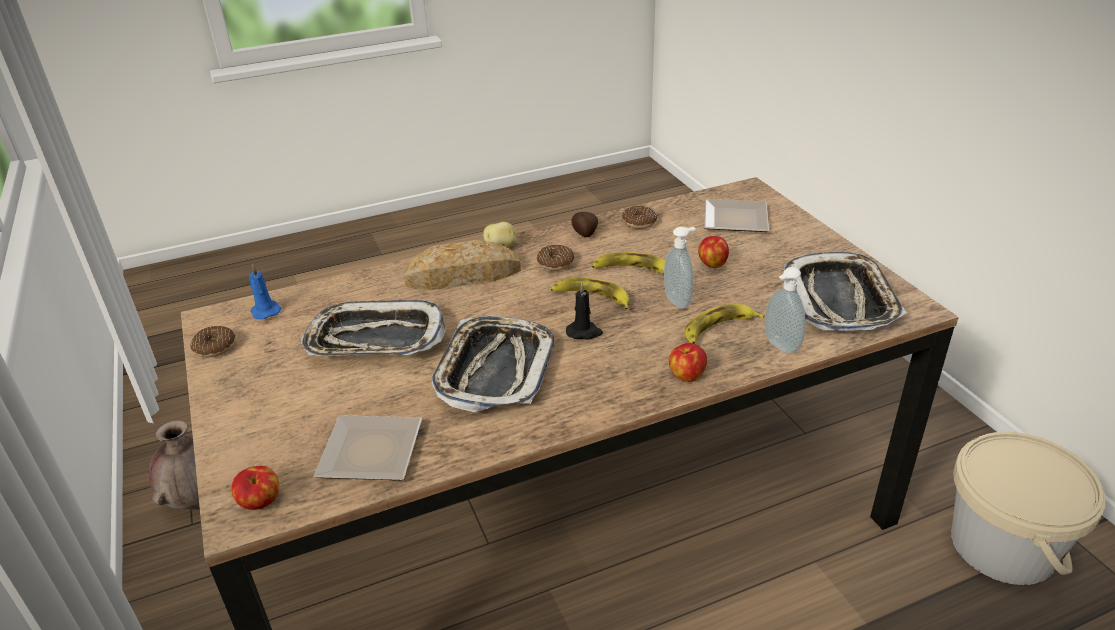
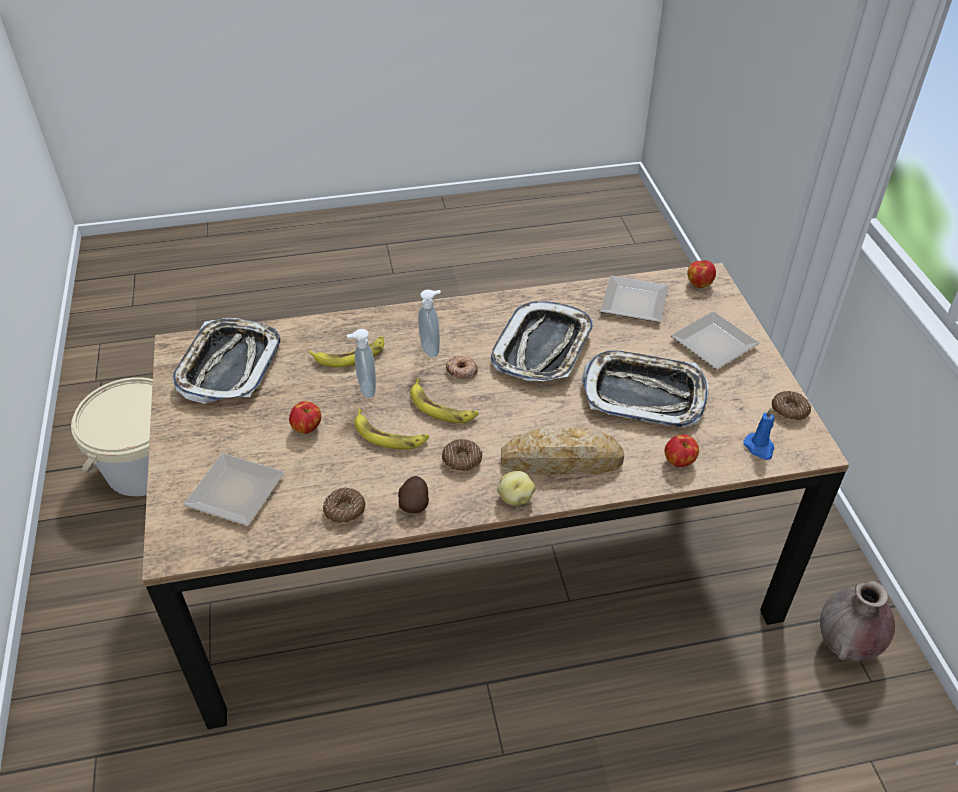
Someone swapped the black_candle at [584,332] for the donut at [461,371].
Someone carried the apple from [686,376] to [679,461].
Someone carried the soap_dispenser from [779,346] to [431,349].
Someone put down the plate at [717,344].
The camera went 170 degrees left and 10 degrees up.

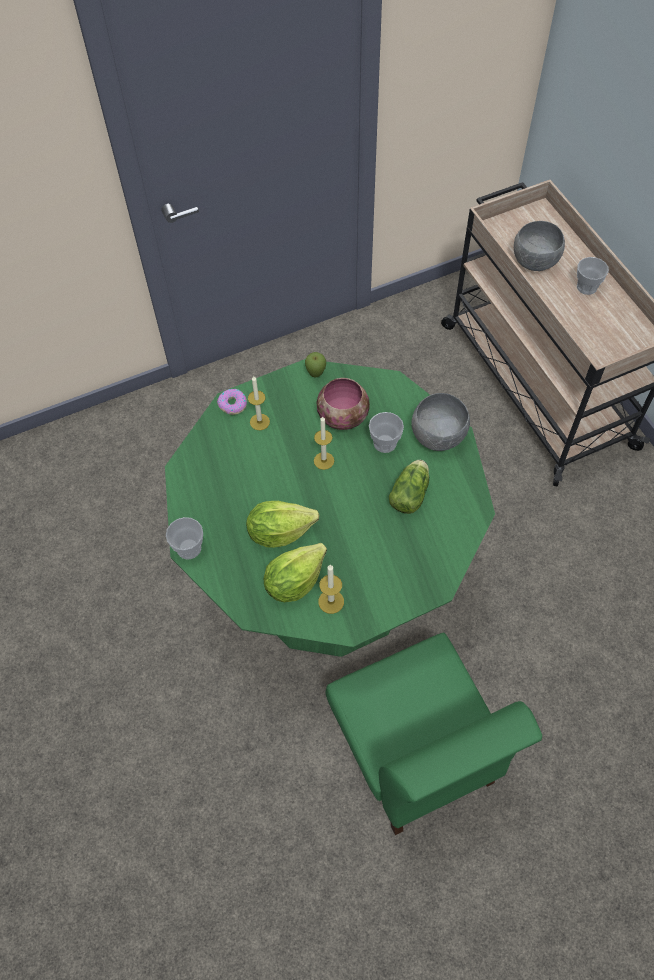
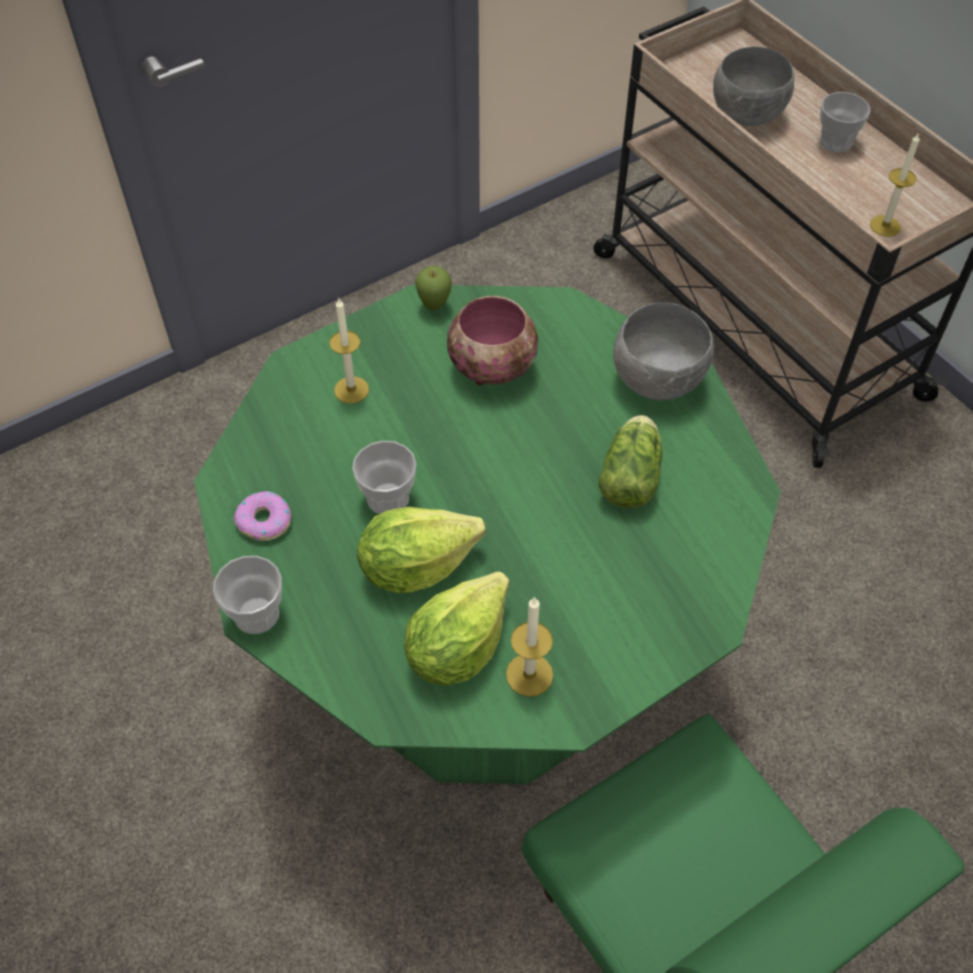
Someone carried the donut from [232,404] to [264,521].
Someone carried the candle from [324,460] to [885,226].
Someone carried the cup from [385,443] to [388,498].
The camera went 10 degrees left and 5 degrees down.

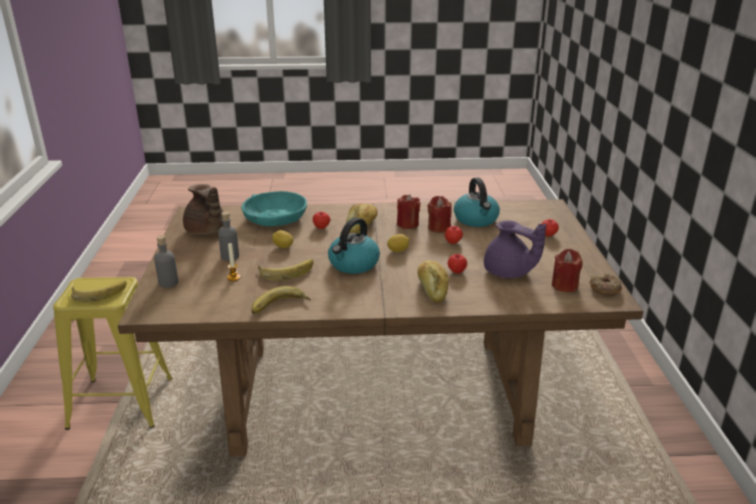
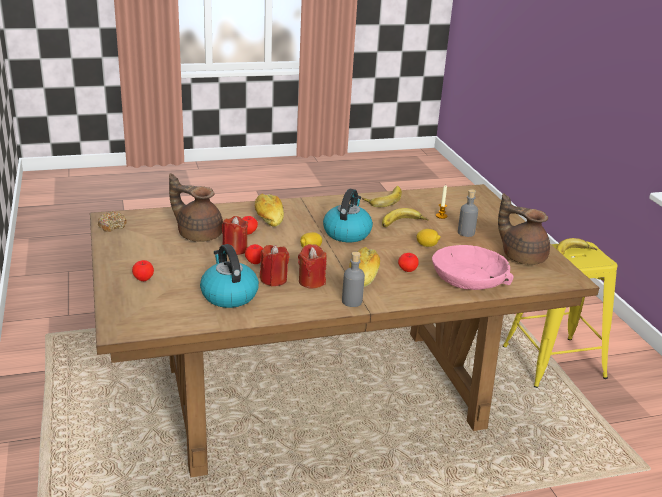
Someone carried the grey_bottle from [168,283] to [352,301].
Someone repainted the turquoise_bowl at [275,218], which became the pink_bowl at [469,278].
Someone repainted the purple_teapot at [508,273], which became the brown_teapot at [198,234].
Someone carried the red_candle from [564,285] to [234,249].
The camera went 165 degrees right and 0 degrees up.

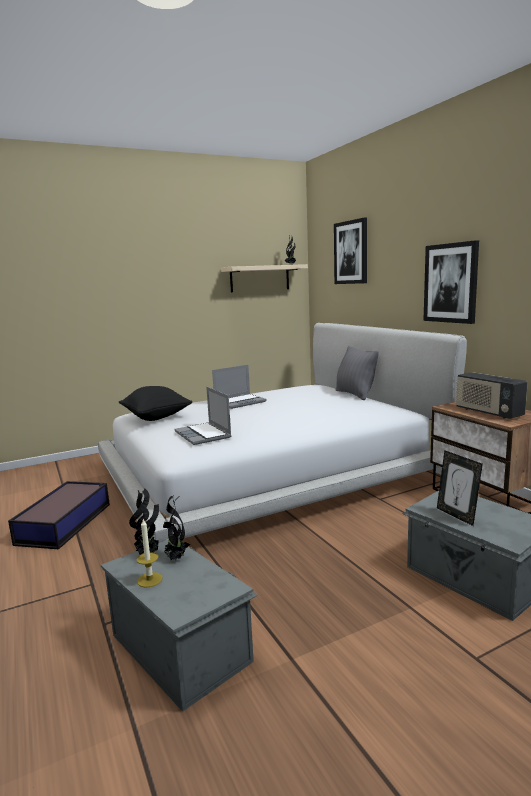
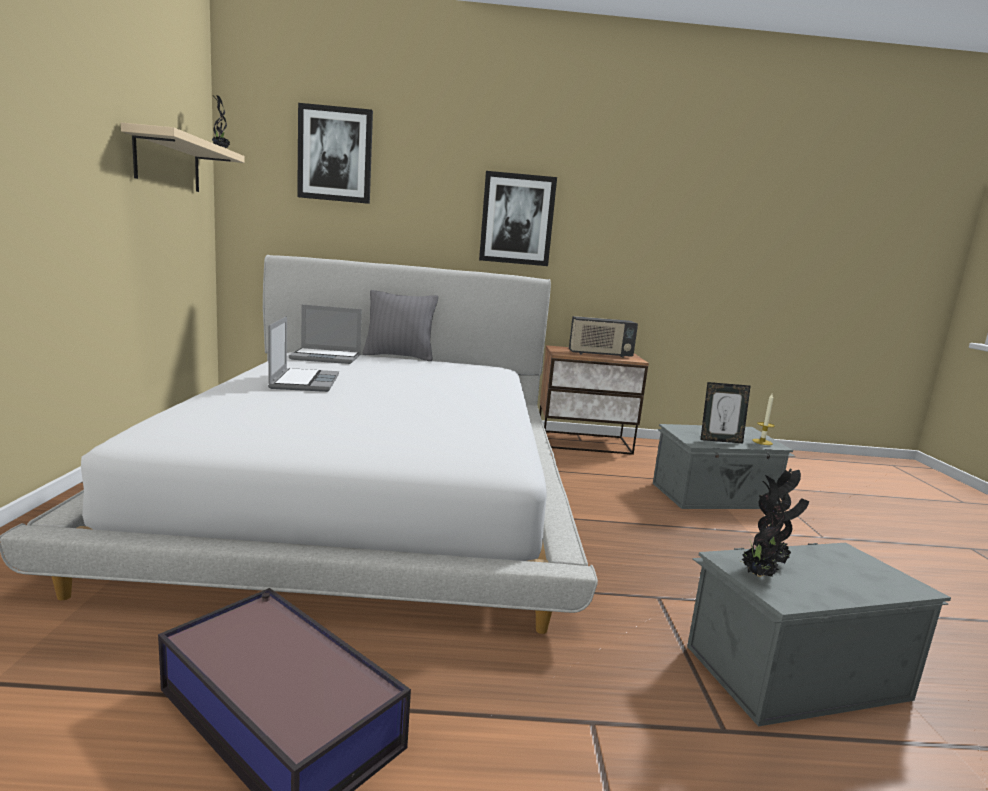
Someone took away the black_pillow at [156,417].
Someone carried the candle from [149,579] to [762,442].
Someone carried the laptop from [204,435] to [327,357].
The camera went 65 degrees left and 0 degrees up.

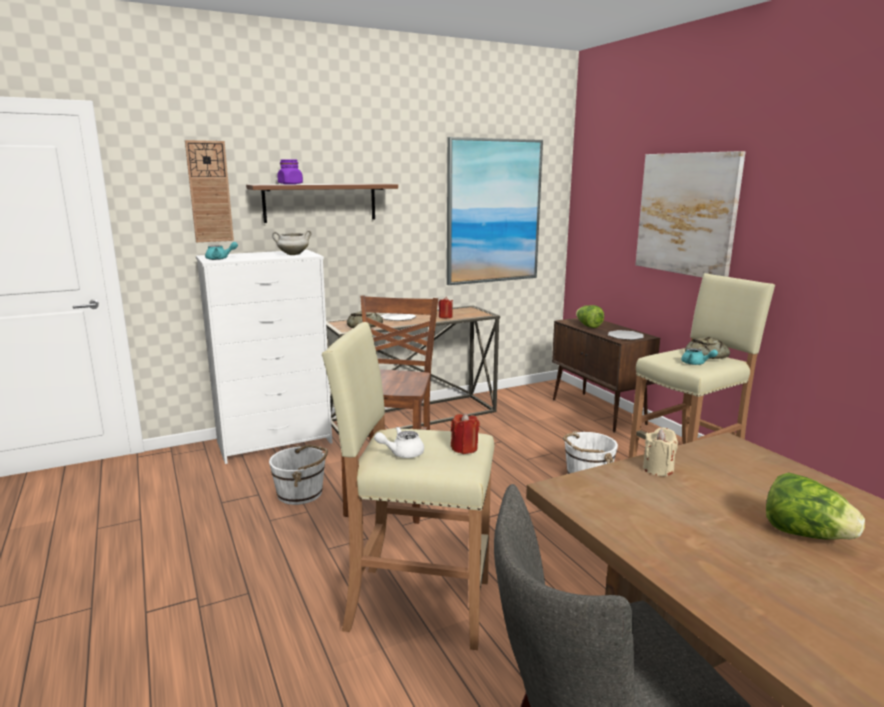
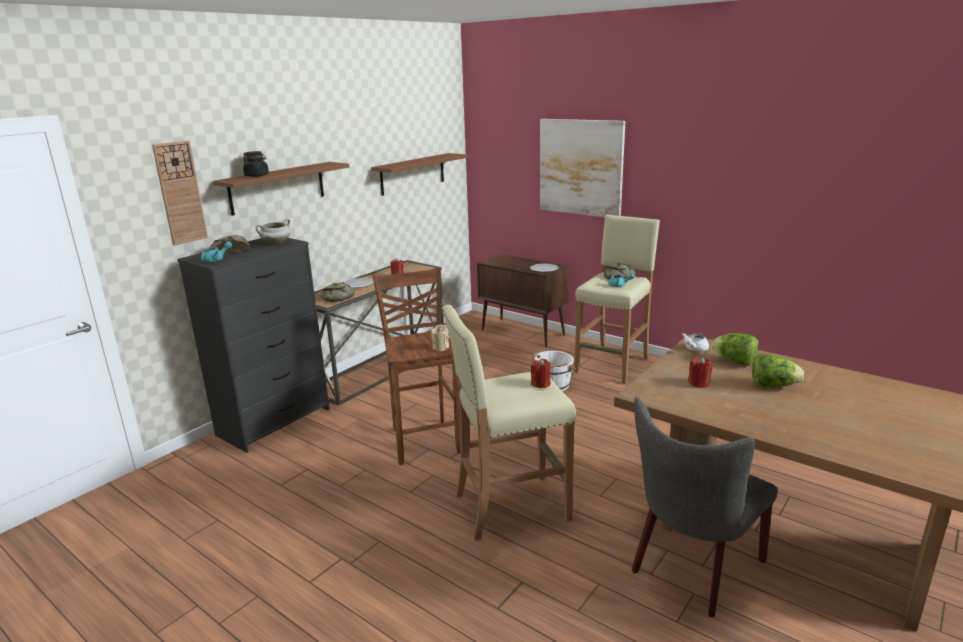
Someone repainted the white_dresser at [275,442], which became the black_dresser at [275,421].
Someone took away the white_bucket at [301,493].
Someone repainted the purple_jar at [290,184], which became the black_jar at [257,175].
Someone carried the white_teapot from [402,453] to [694,349].
Someone swapped the picture at [493,211] for the brown_shelf at [413,174].
Someone carried the lettuce from [588,326] to [734,361].
Someone carried the beige_candle from [658,469] to [440,348].
Someone put down the bread at [229,251].
Someone put down the red_candle at [699,383].
The camera went 25 degrees left and 5 degrees up.

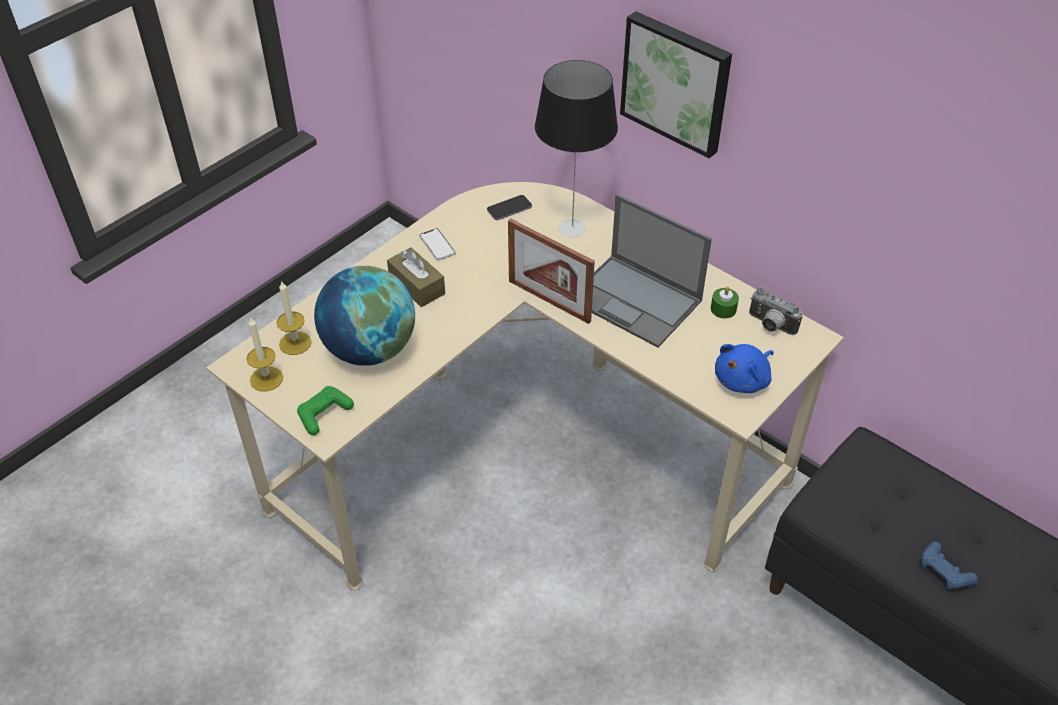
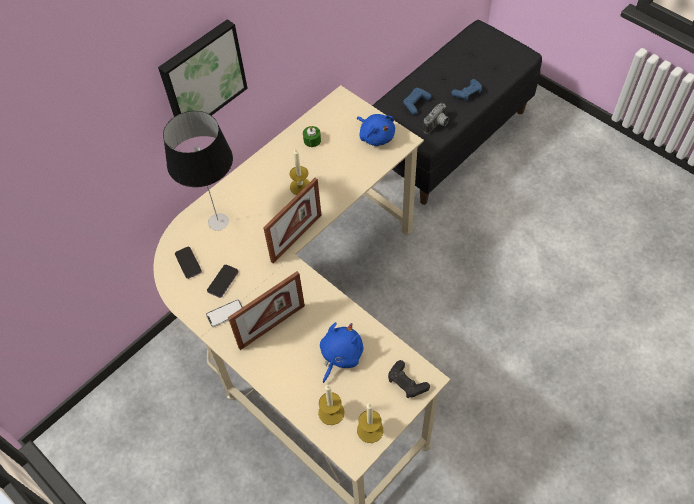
Someone repainted the green_game_controller at [324,414], which became the black_game_controller at [407,383].
Someone swapped the globe at [370,349] for the blue_plush_toy at [340,356].
Someone swapped the brown_tissue_box at [417,285] for the picture_frame at [272,326].
Someone swapped the laptop at [636,301] for the candle at [300,186].
Someone carried the photo_camera from [770,326] to [437,125].
Someone put down the phone at [223,281].
Someone put down the blue_game_controller at [416,103].
The camera went 85 degrees left and 10 degrees up.

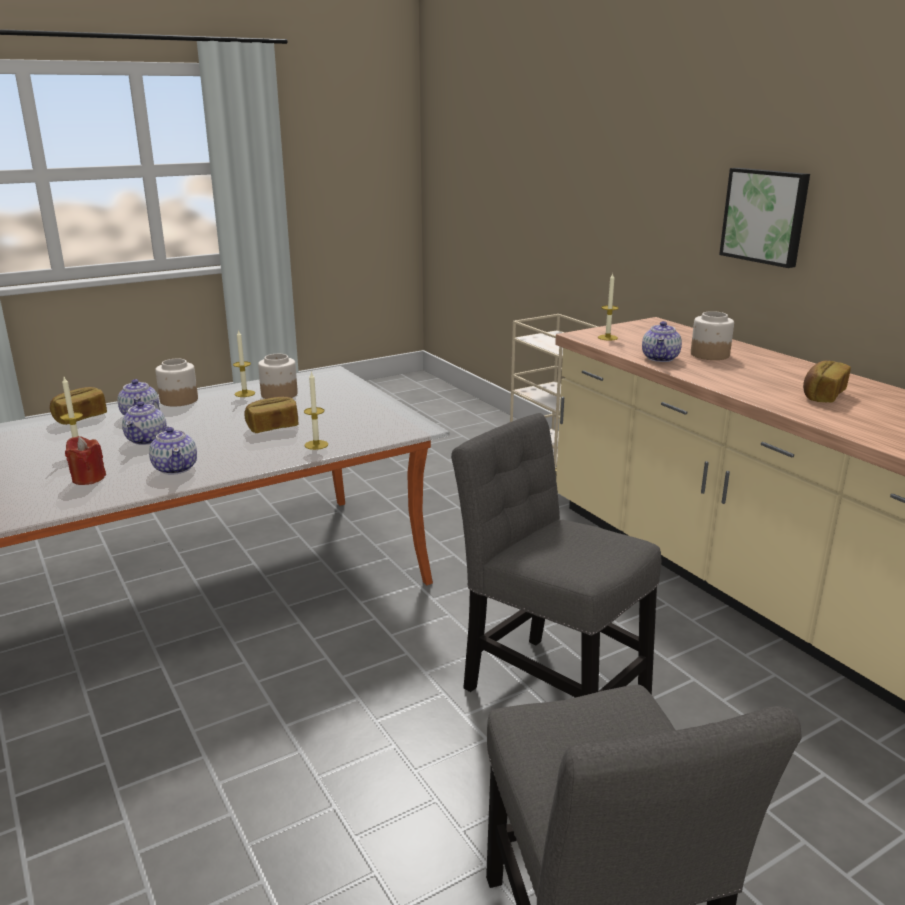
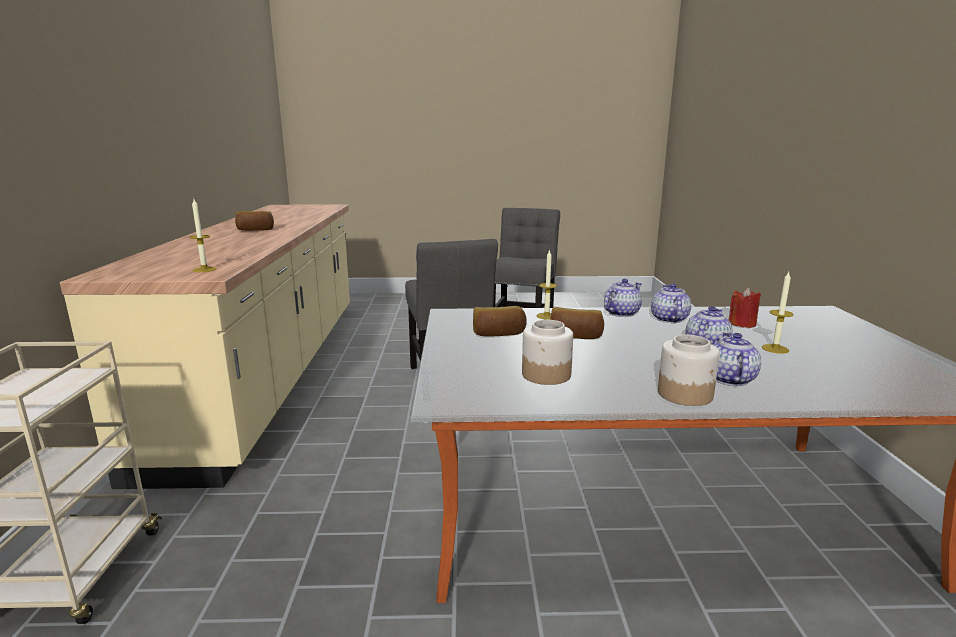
Someone carried the bread from [80,418] to [498,334].
Someone took away the candle at [244,393].
Someone carried the teapot from [660,358] to [621,313].
Someone took away the jar at [709,355].
Someone took away the picture at [765,216].
The camera went 150 degrees left and 5 degrees down.

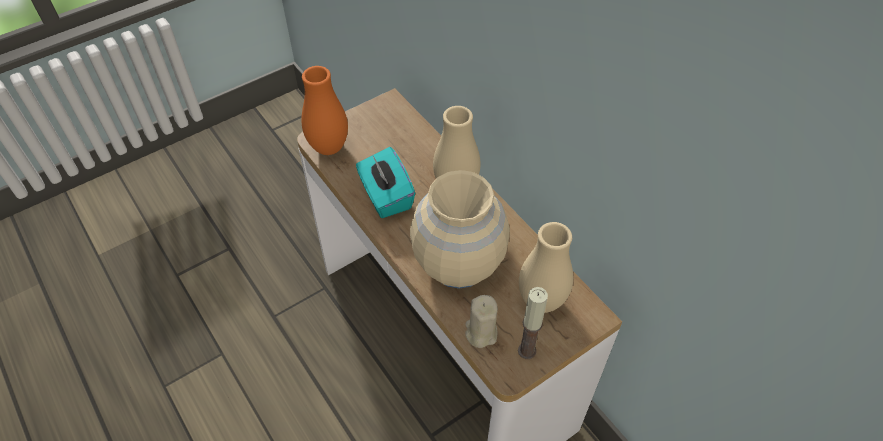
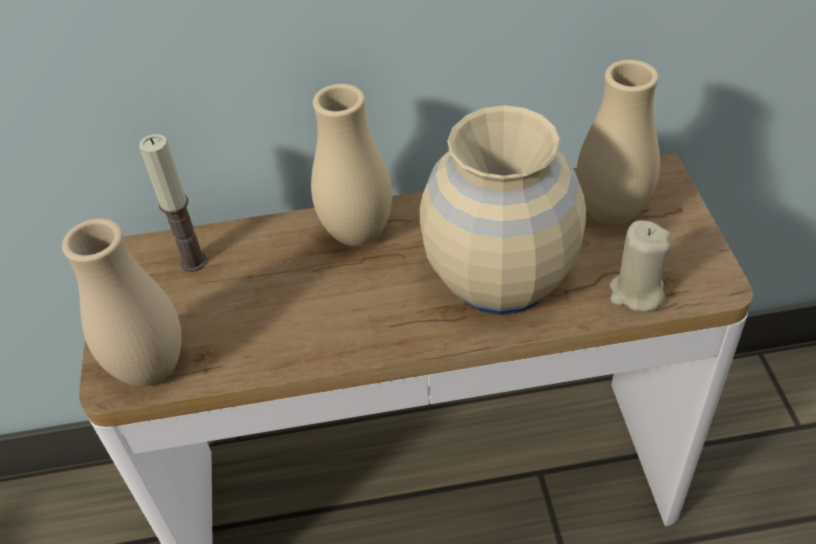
Someone repainted the orange_vase at [329,147], which became the beige_vase at [151,369].
Someone took away the turquoise_tissue_box at [386,196].
Someone carried the candle from [527,351] to [194,262].
The camera went 60 degrees left and 5 degrees down.

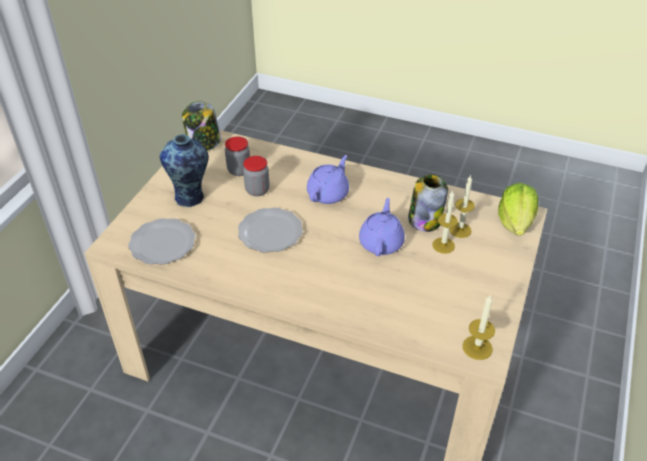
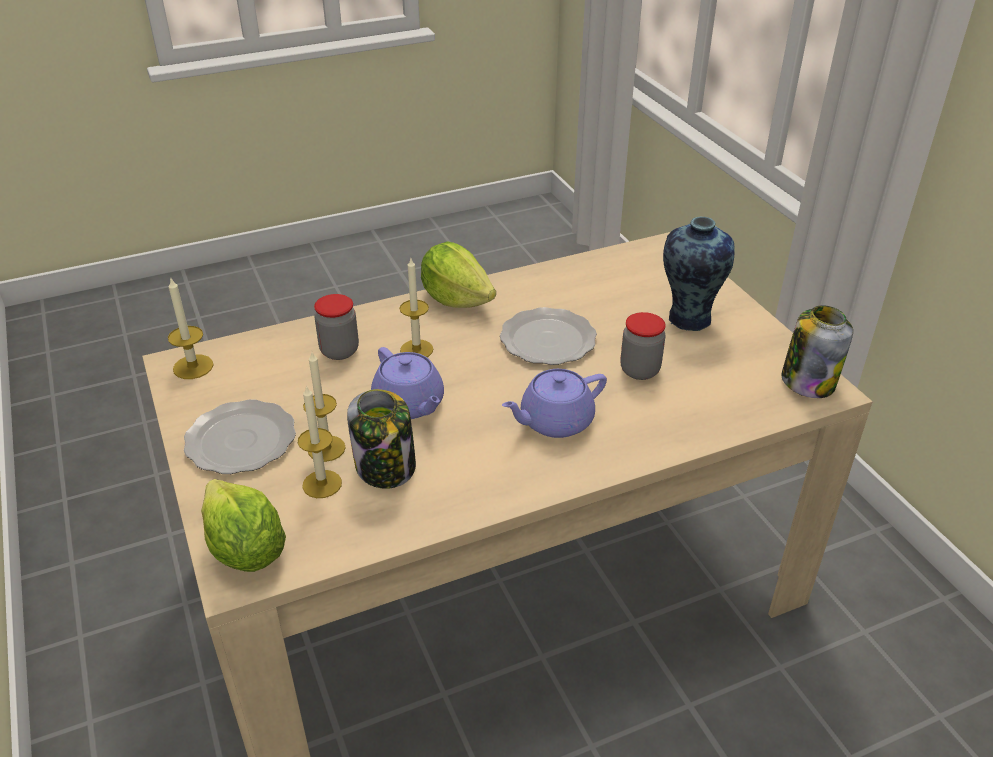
Someone carried the plate from [163,243] to [239,441].
Someone carried the jar from [239,170] to [339,351].
Someone rotated the purple_teapot at [328,193] by 75 degrees clockwise.
Someone put down the candle at [416,349].
Someone put down the lettuce at [456,298].
The camera went 135 degrees right and 5 degrees down.

